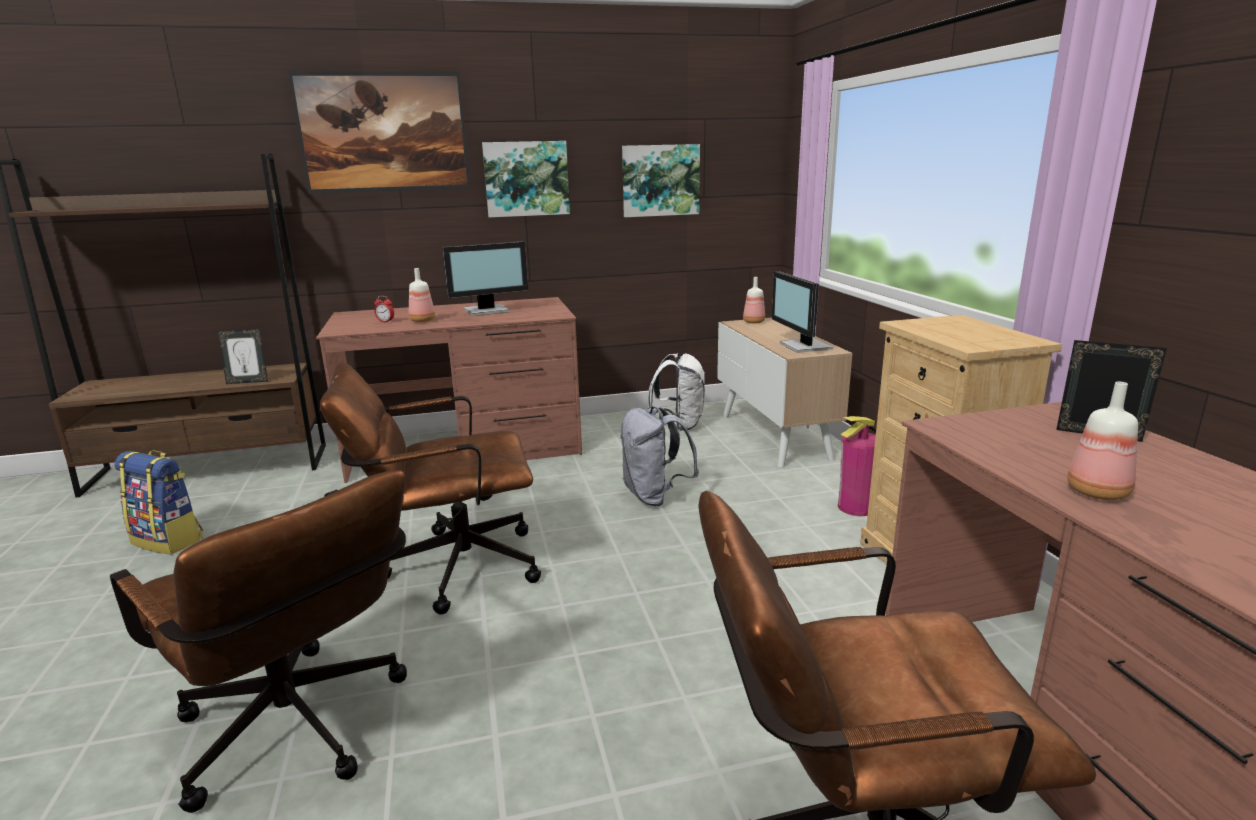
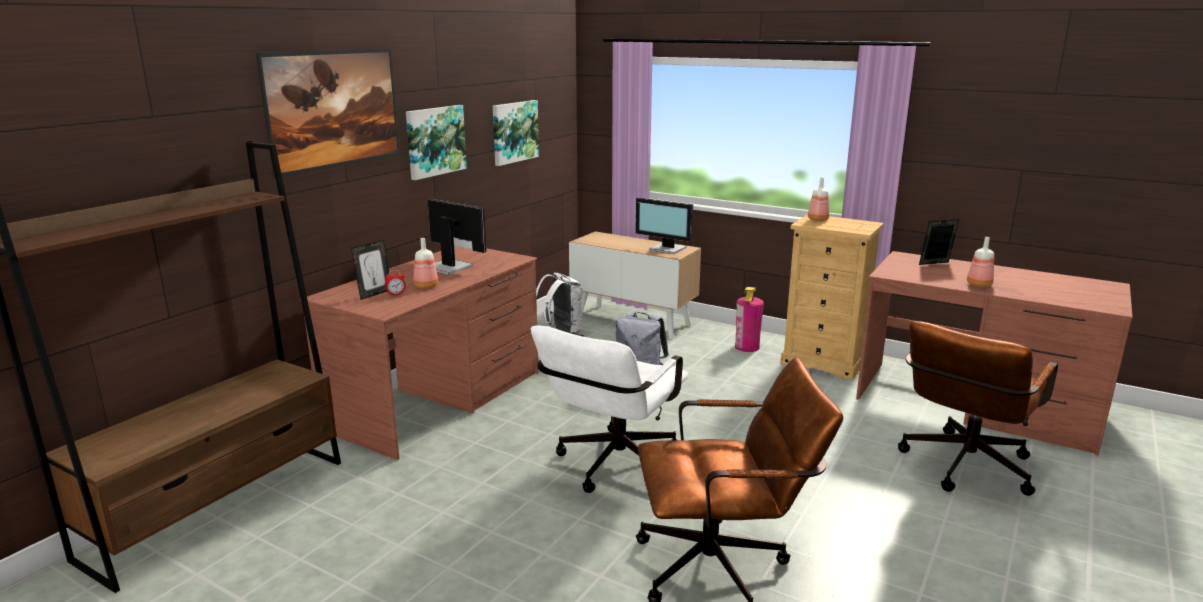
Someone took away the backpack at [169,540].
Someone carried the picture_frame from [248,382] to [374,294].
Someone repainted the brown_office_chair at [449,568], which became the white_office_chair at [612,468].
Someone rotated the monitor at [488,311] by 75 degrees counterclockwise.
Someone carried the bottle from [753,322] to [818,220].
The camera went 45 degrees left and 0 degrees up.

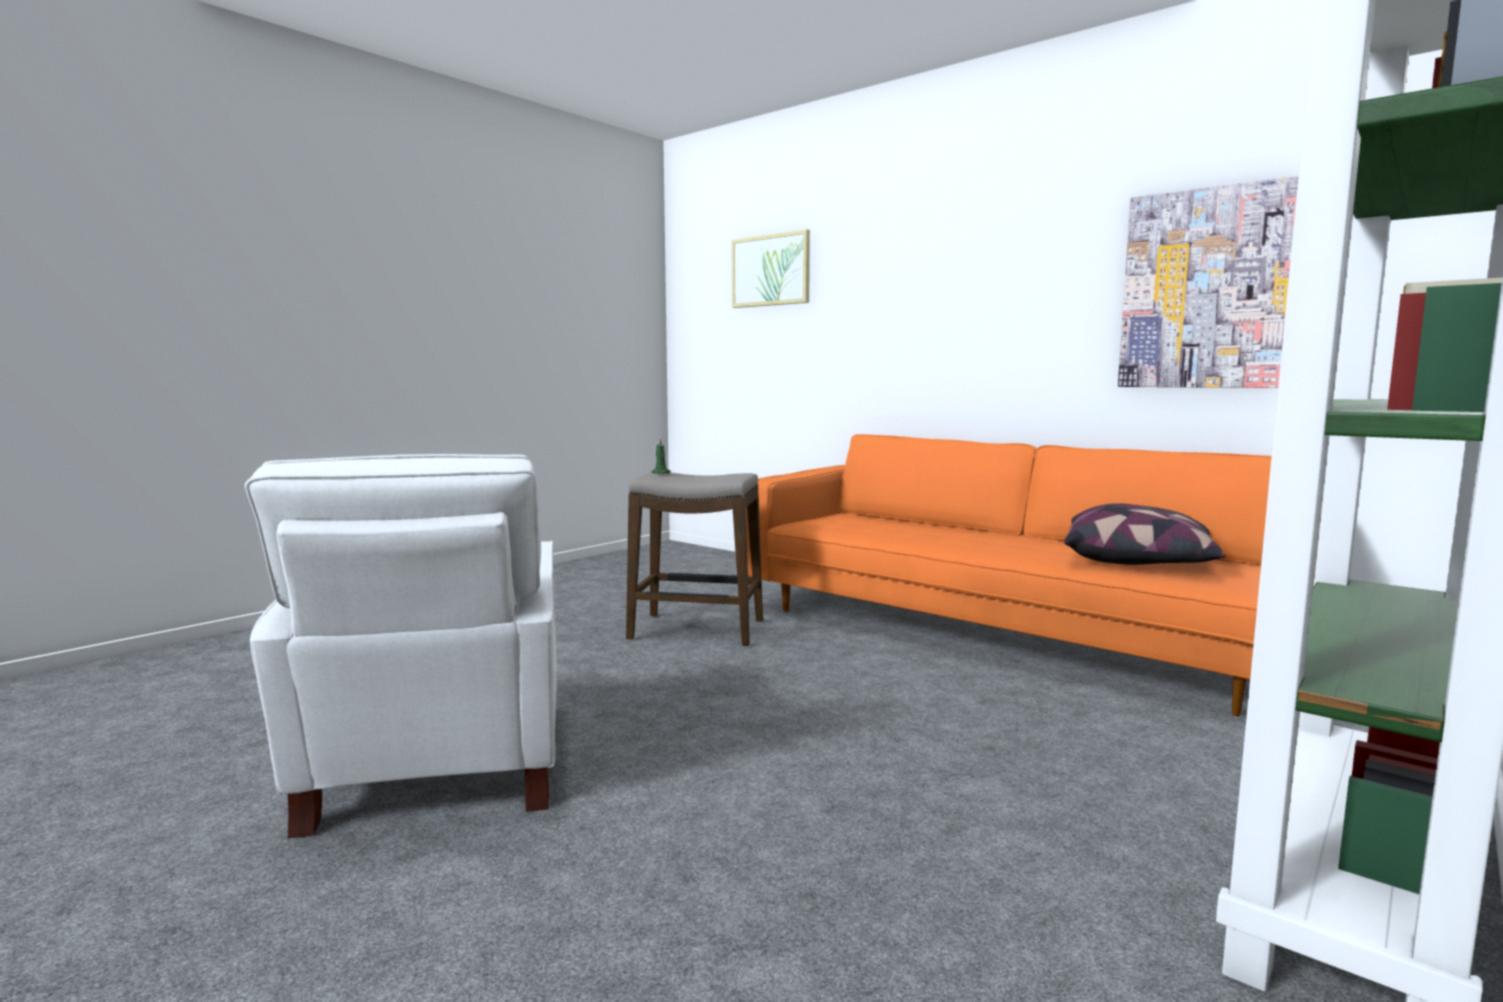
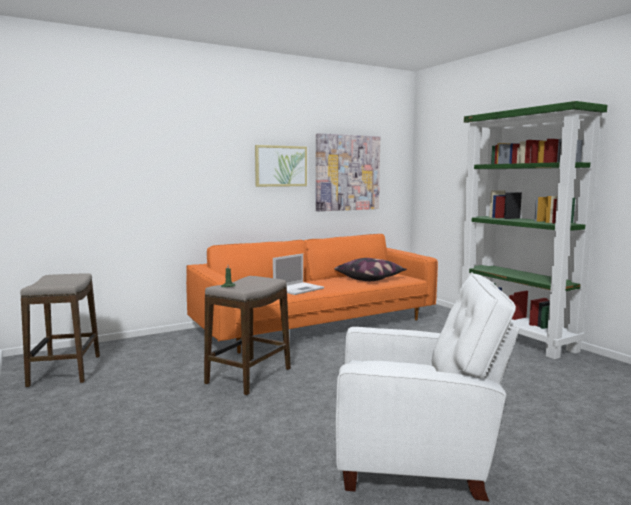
Someone carried the picture from [771,270] to [281,166].
Someone put down the stool at [65,371].
Someone put down the laptop at [299,289].
The camera went 70 degrees left and 0 degrees up.

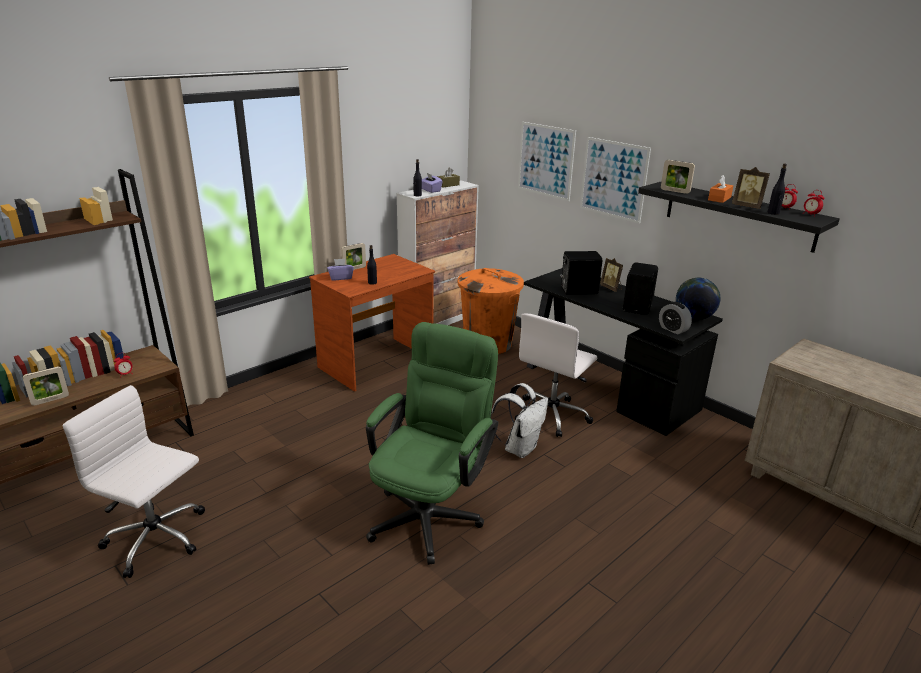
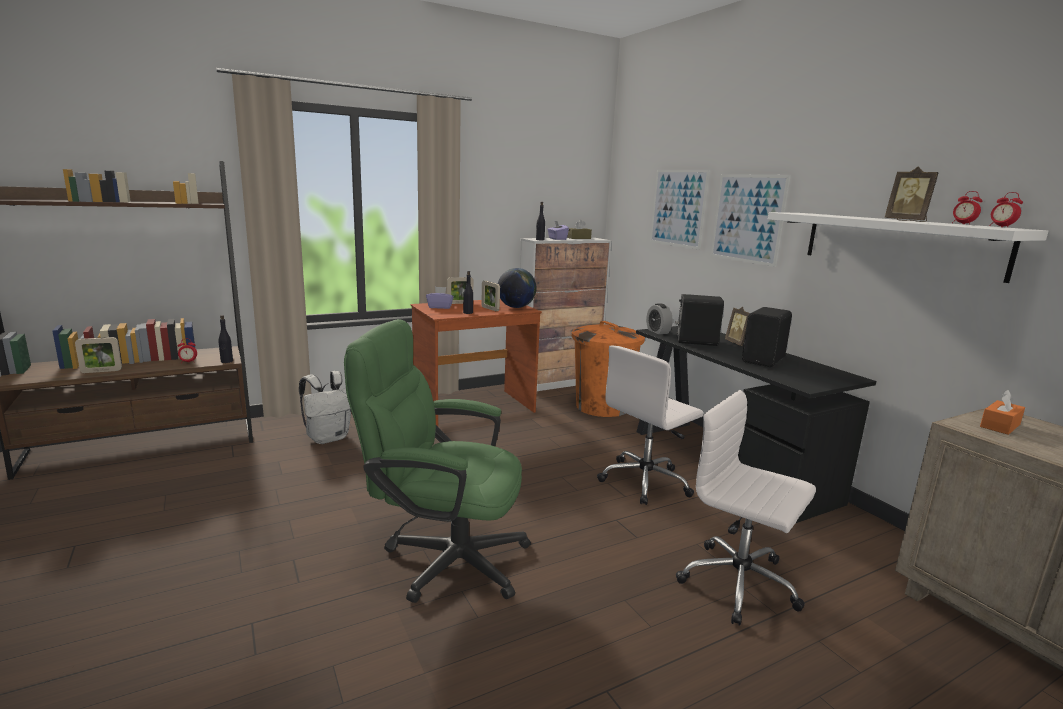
Someone carried the white_office_chair from [157,539] to [740,584].
Someone rotated the green_office_chair at [431,512] by 120 degrees counterclockwise.
Someone carried the white_backpack from [520,448] to [329,437].
Someone repainted the black_shelf at [739,215], which became the white_shelf at [899,243].
Someone carried the alarm_clock from [673,329] to [657,331].
Someone carried the picture_frame from [675,191] to [490,309].
Someone carried the globe from [694,318] to [516,307].
Someone carried the orange_tissue_box from [719,198] to [1000,425].
Someone carried the black_bottle from [773,213] to [226,361].
The camera went 15 degrees right and 10 degrees down.

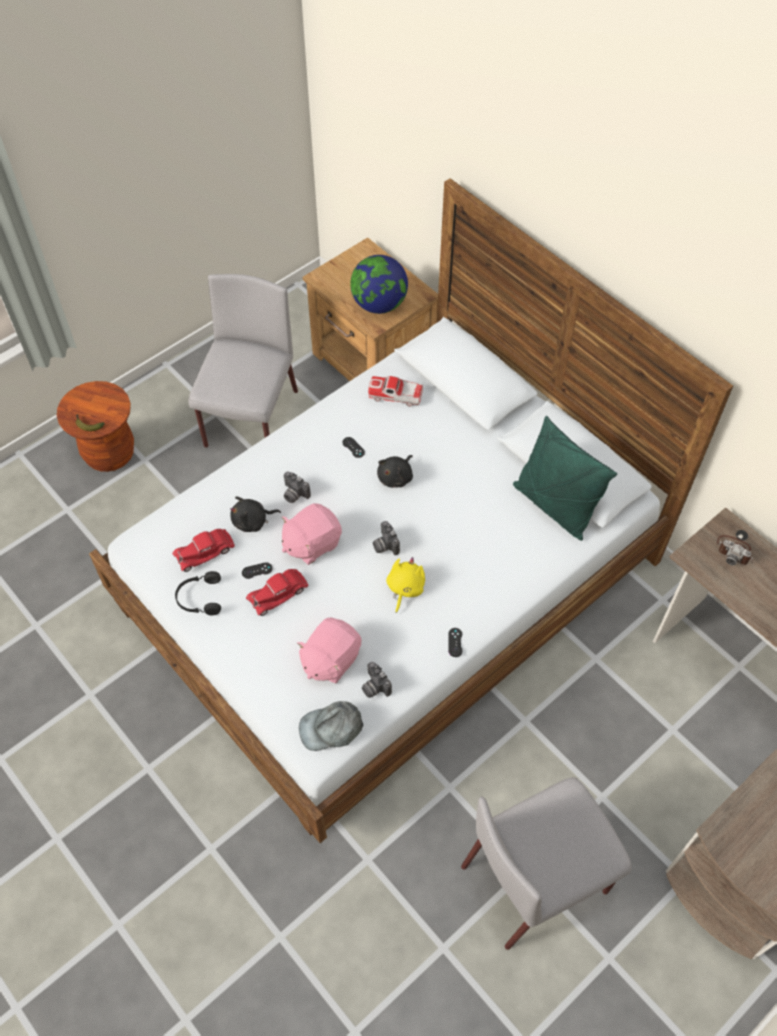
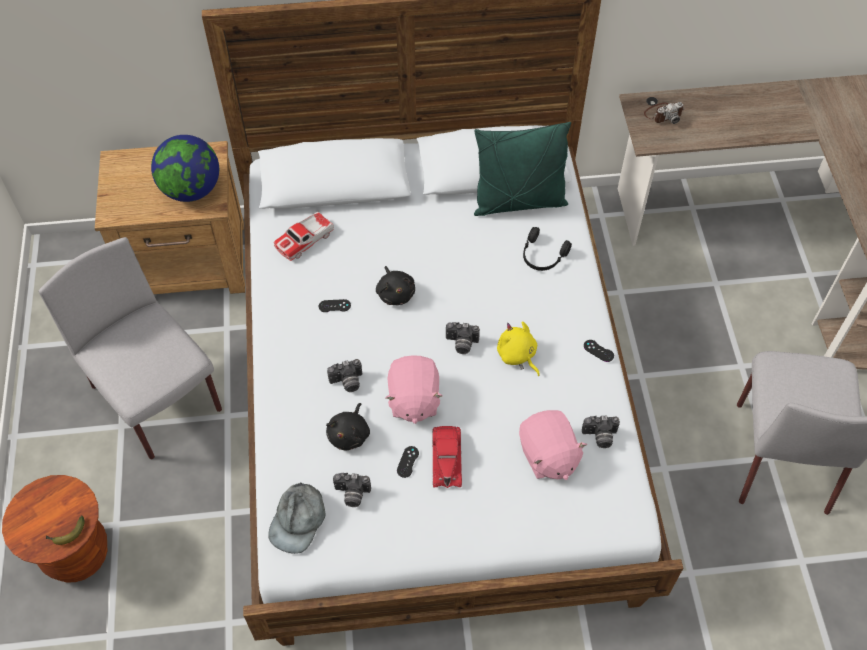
Someone swapped the red_toy_car at [204,552] for the photo_camera at [352,495].
Someone carried the black_headphones from [199,598] to [542,256].
Someone carried the grey_cap from [331,728] to [298,520].
The camera went 55 degrees left and 0 degrees up.

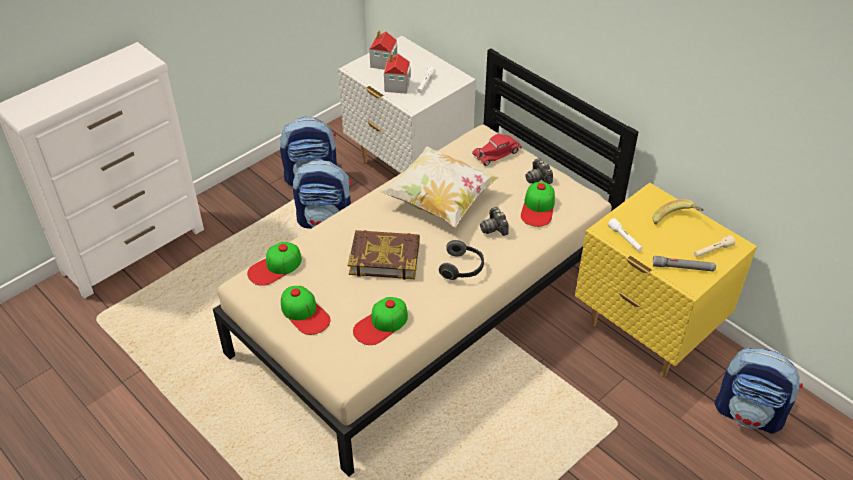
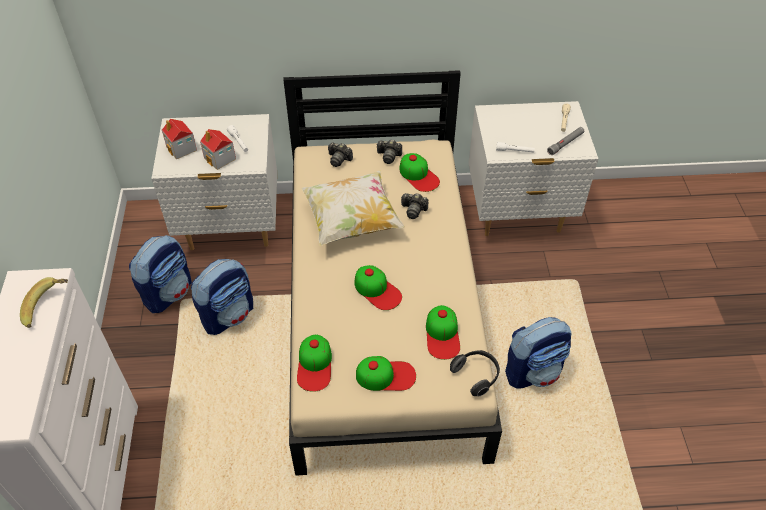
Someone swapped the book at [384,258] for the cap at [377,290].
Someone carried the headphones from [462,268] to [476,375].
Someone swapped the red_toy_car at [497,153] for the photo_camera at [339,159].
Someone repainted the yellow_nightstand at [646,333], which became the white_nightstand at [518,214].
Someone carried the banana from [676,221] to [49,308].
Someone carried the backpack from [749,413] to [533,371].
The camera went 50 degrees left and 5 degrees up.

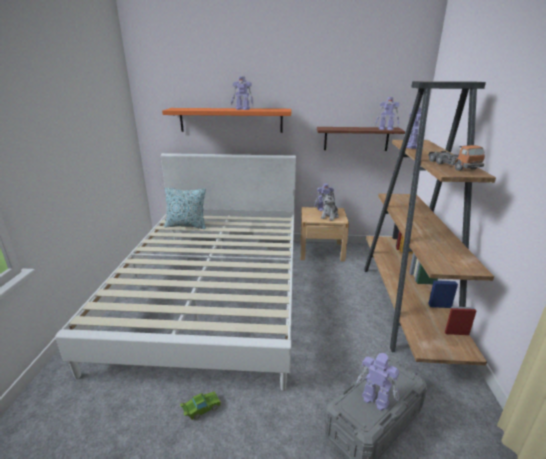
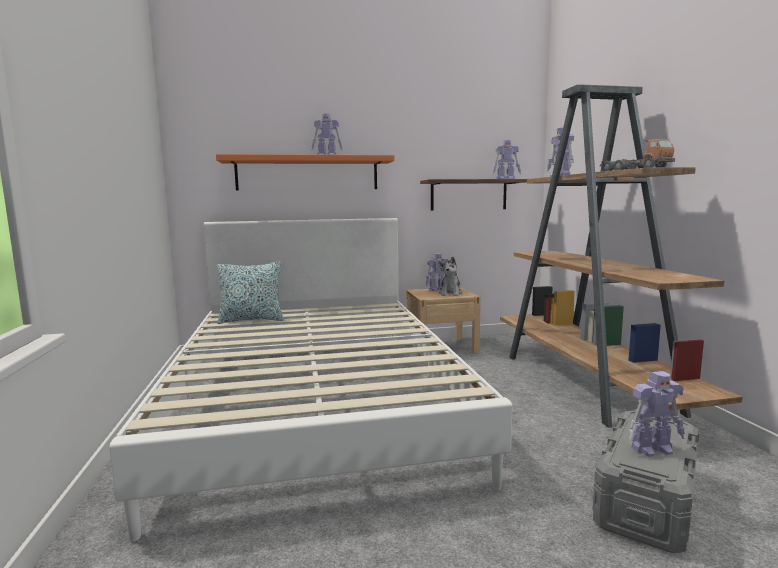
Someone took away the green_toy_car at [201,409].
Someone rotated the toy_robot at [374,399] by 150 degrees clockwise.
The camera went 15 degrees left and 15 degrees down.

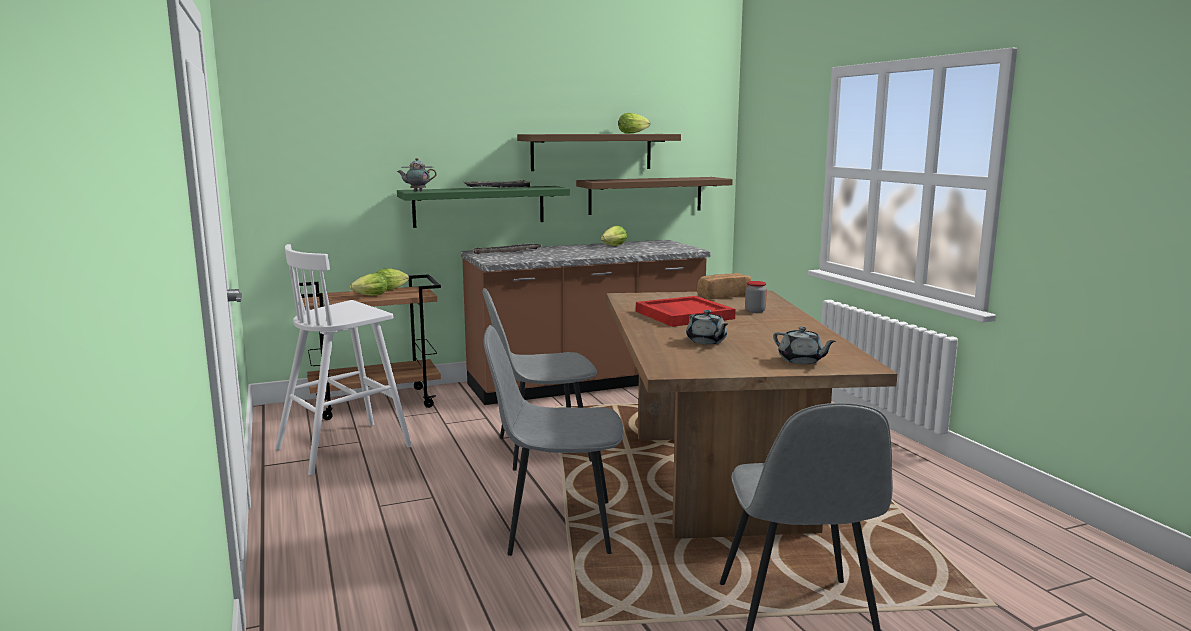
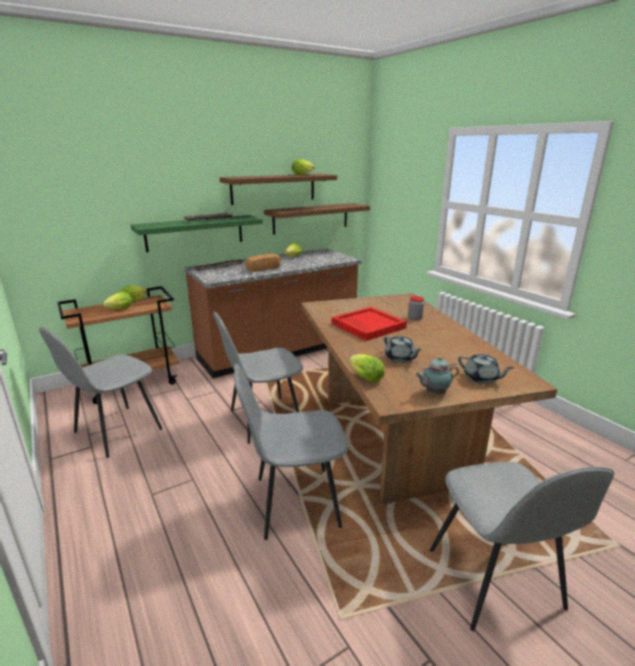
Someone swapped the white_stool at [346,447] for the grey_chair at [116,431].
Someone carried the teapot from [417,191] to [434,393].
Someone carried the bread from [723,296] to [263,269].
Someone put down the lettuce at [364,377].
The camera went 10 degrees left and 10 degrees up.

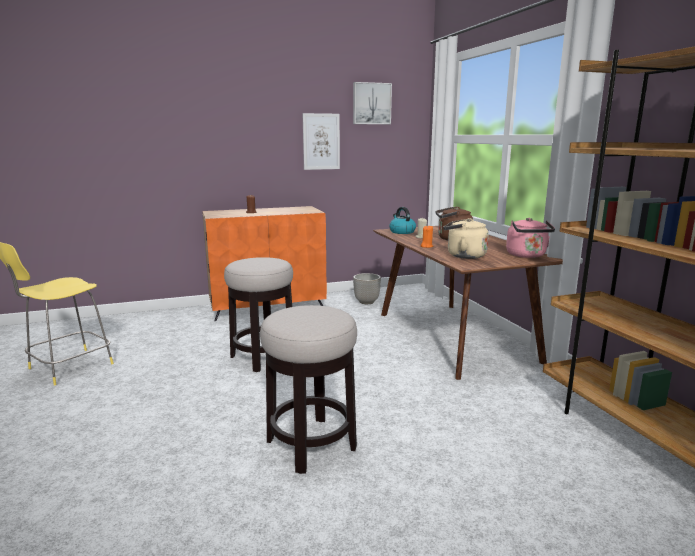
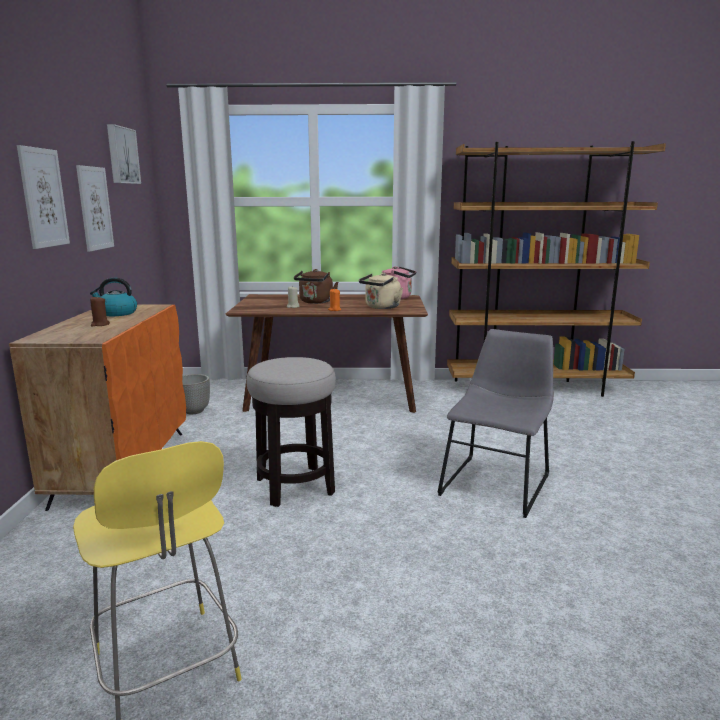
Someone swapped the stool at [311,444] for the grey_chair at [496,482].
Someone carried the kettle from [401,232] to [117,313].
Someone put up the picture at [43,198].
The camera went 70 degrees left and 0 degrees up.

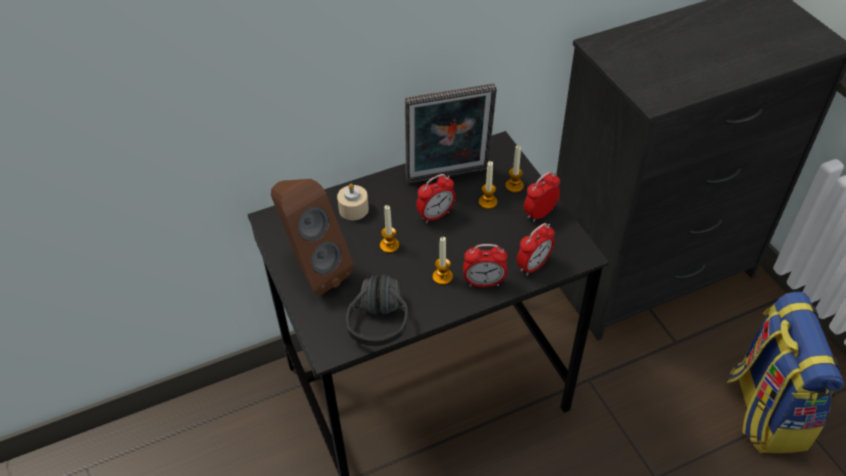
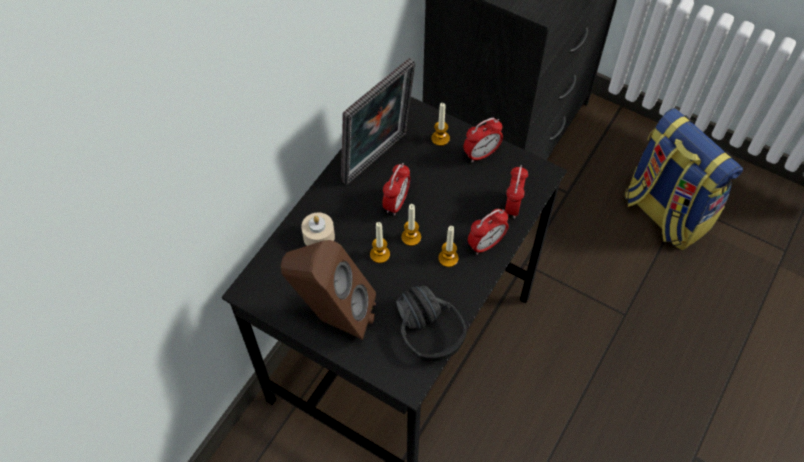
Someone carried the candle from [487,202] to [411,237].
Someone rotated the alarm_clock at [540,213] by 135 degrees counterclockwise.
The camera went 35 degrees left and 10 degrees up.

